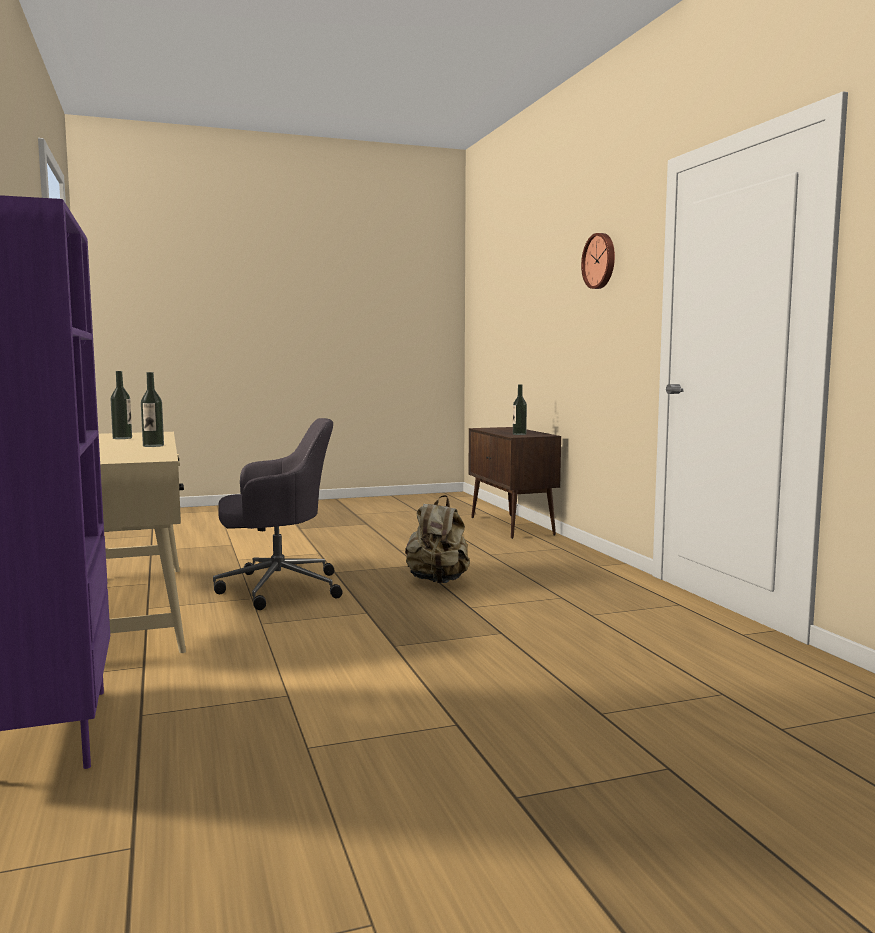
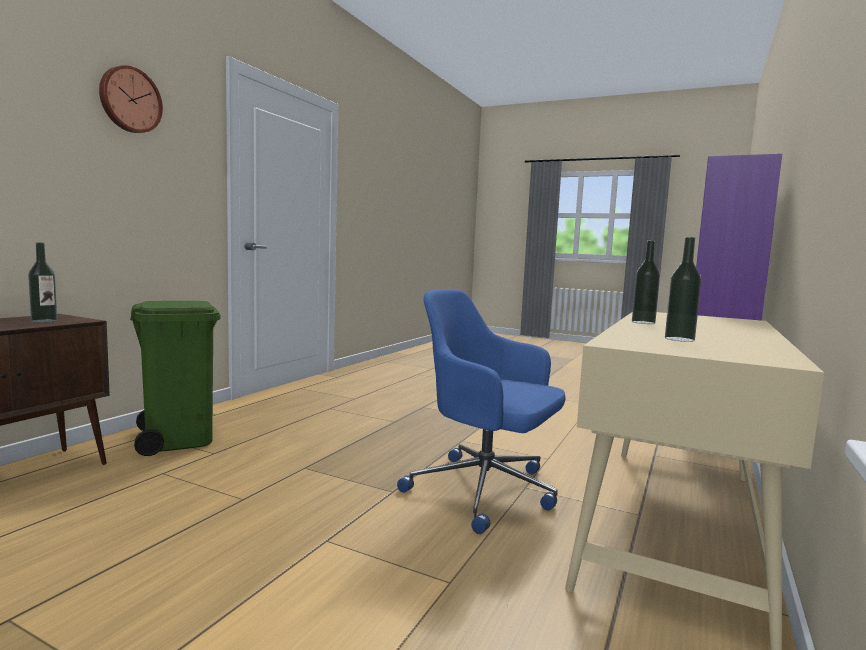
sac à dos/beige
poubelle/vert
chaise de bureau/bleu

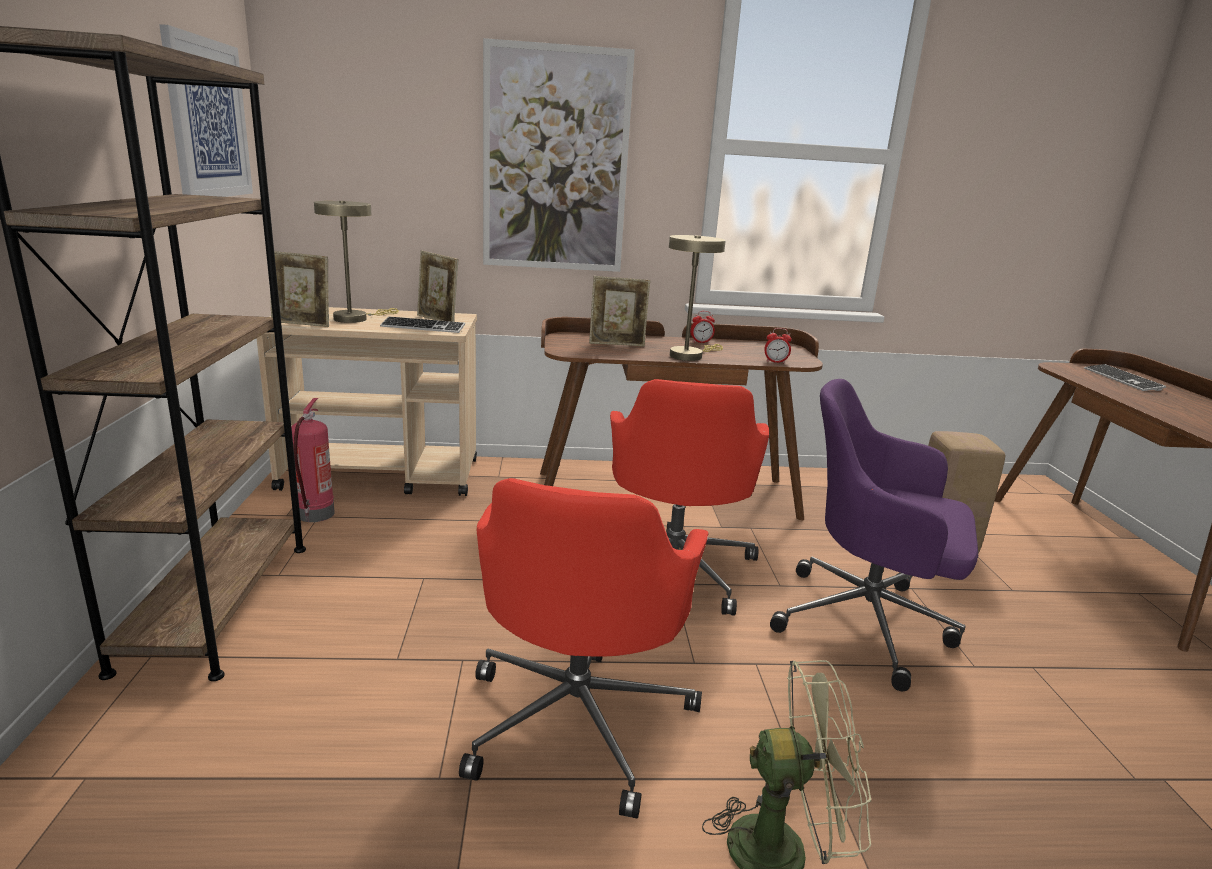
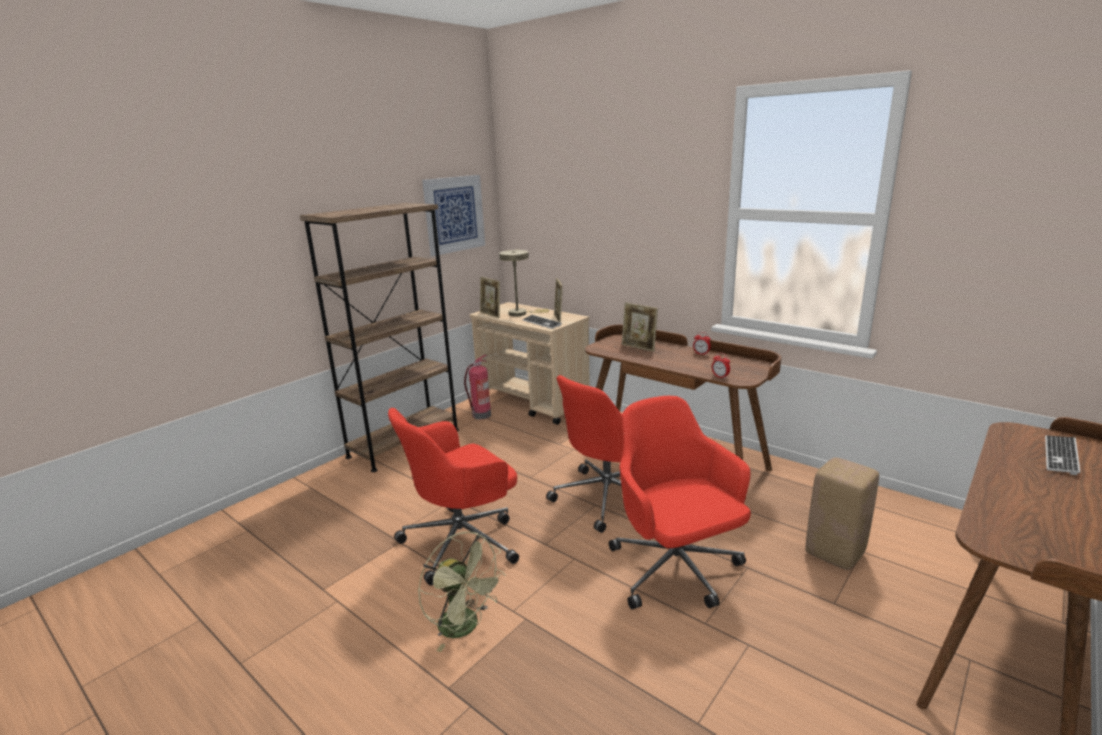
tableau (2nd from left in the first image)
lampe de table/beige (2nd from left in the first image)
chaise de bureau/rouge (3rd from left)

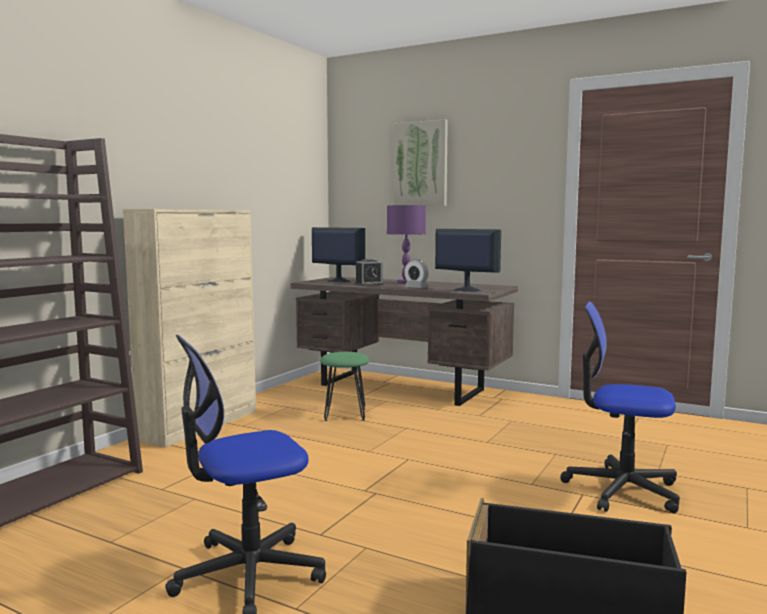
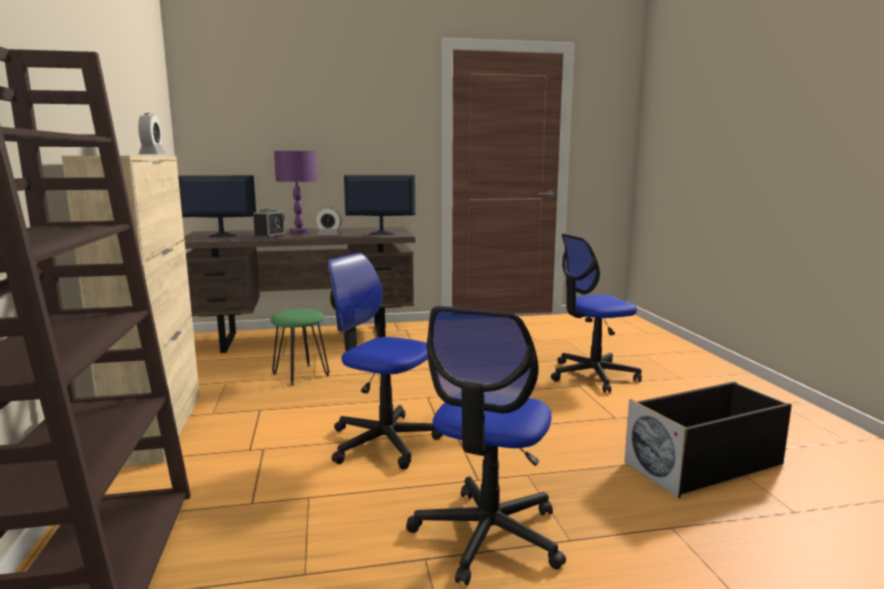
tableau
réveil (1st from left)
chaise de bureau (1st from left)

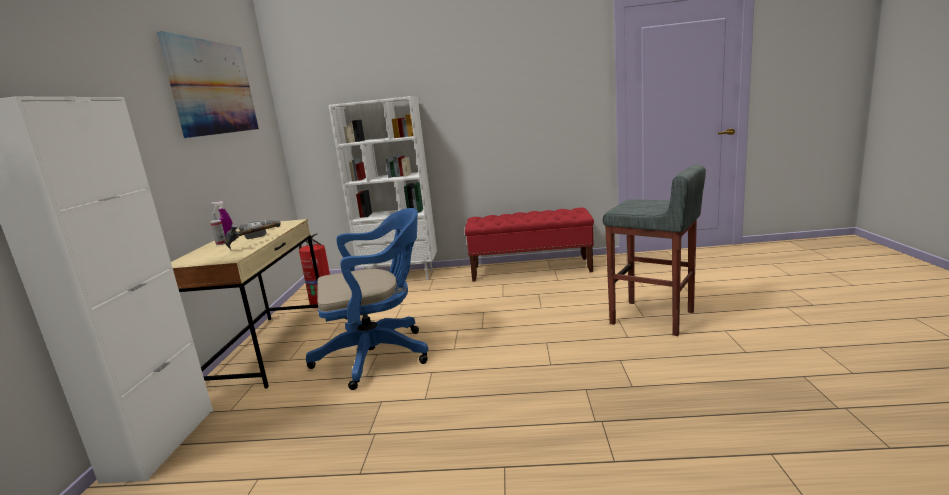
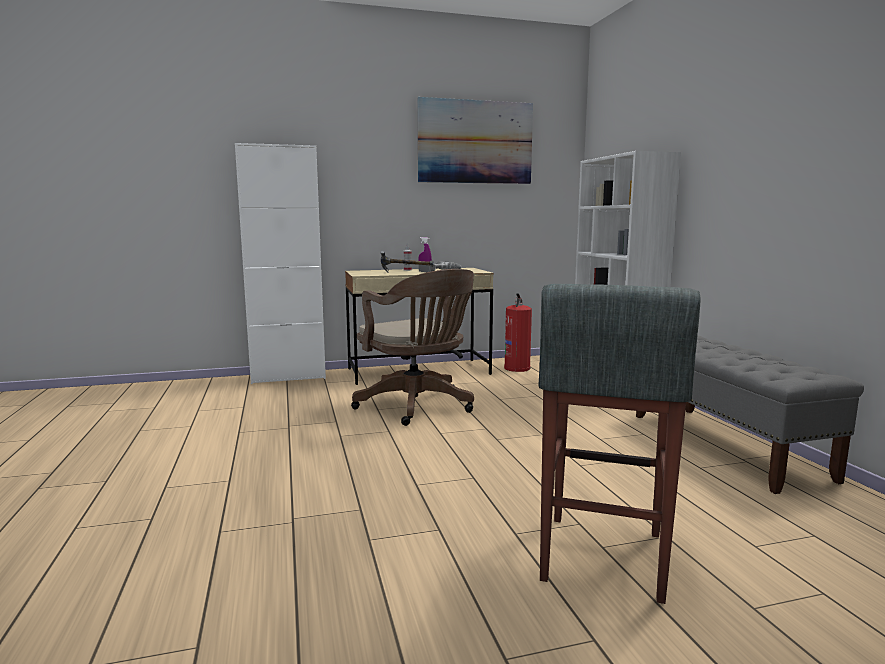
chaise de bureau/marron
banc/gris

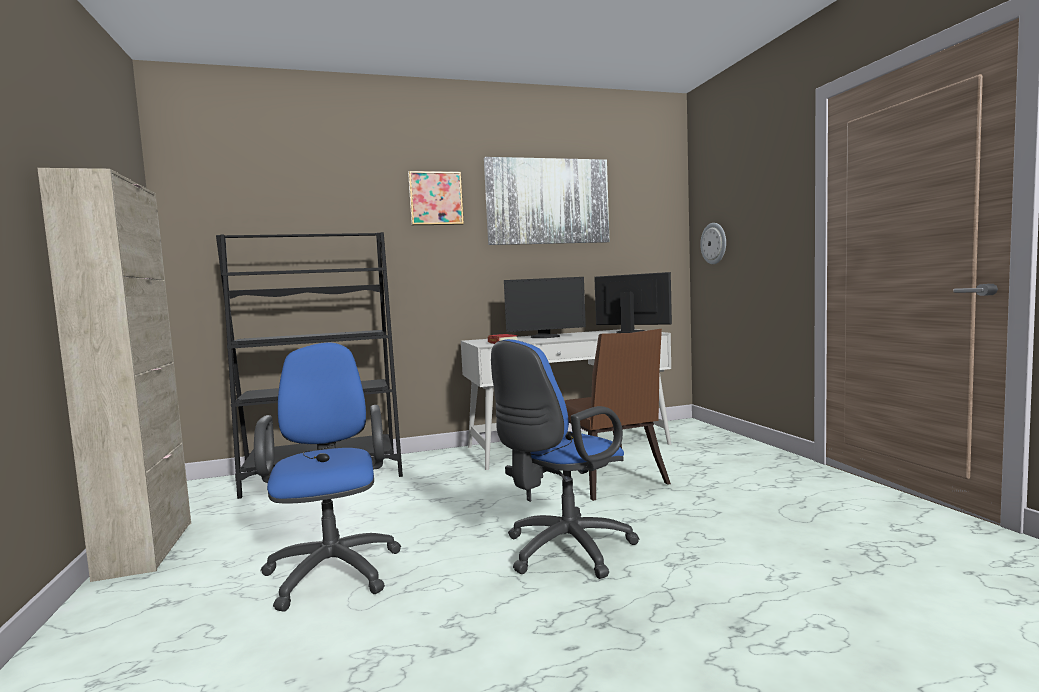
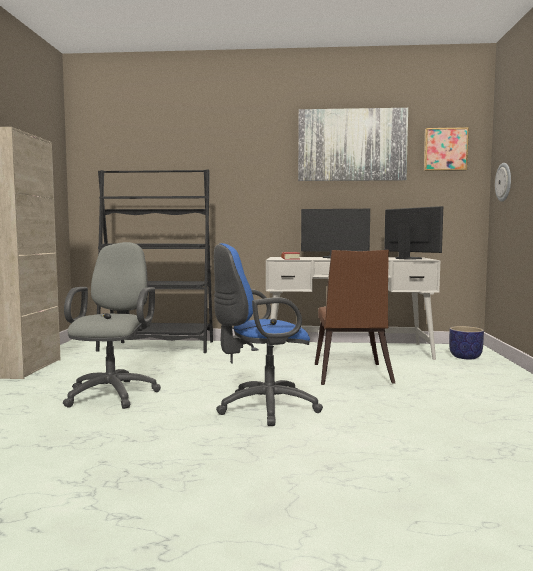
cache-pot
tableau (2nd from left)
chaise de bureau/gris

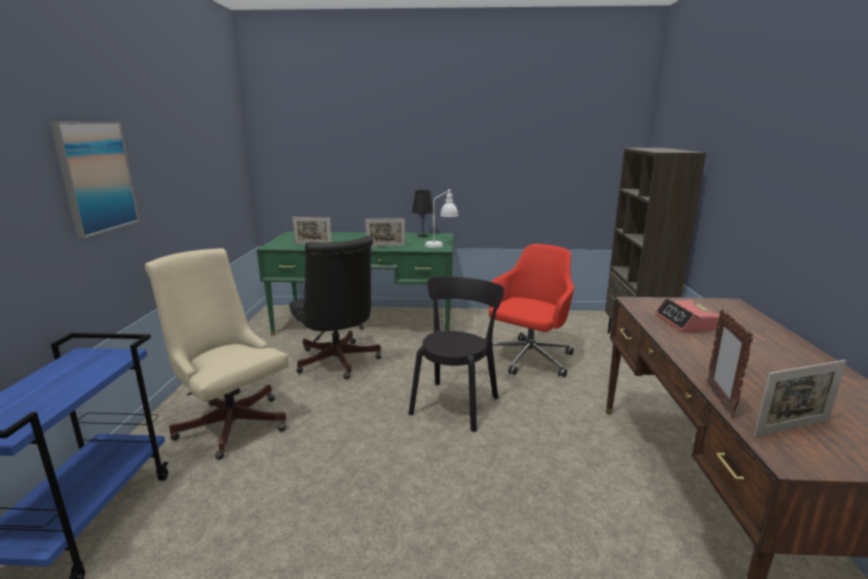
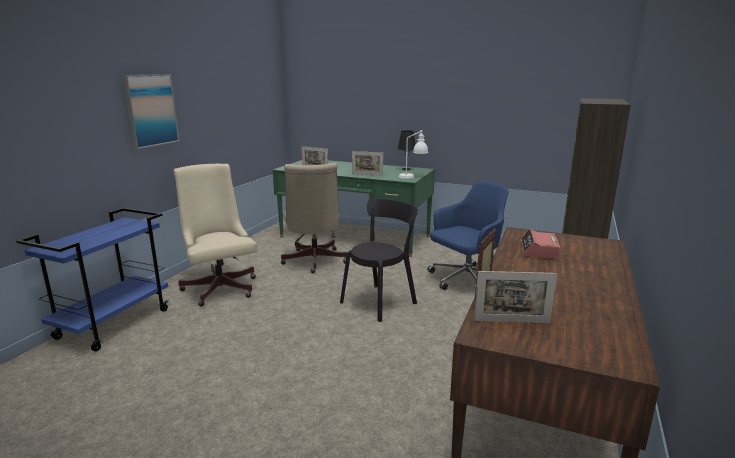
chaise de bureau/beige (2nd from left)
chaise de bureau/bleu

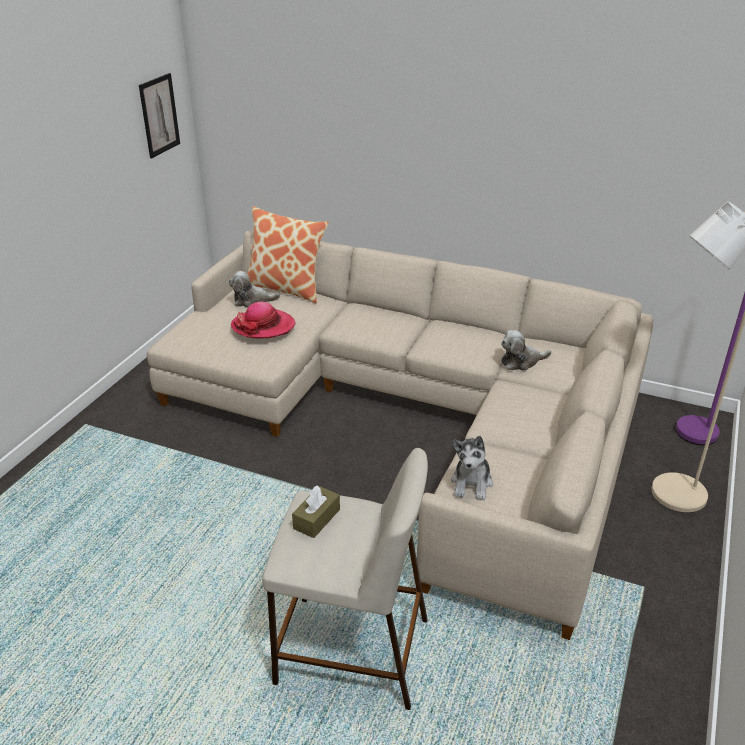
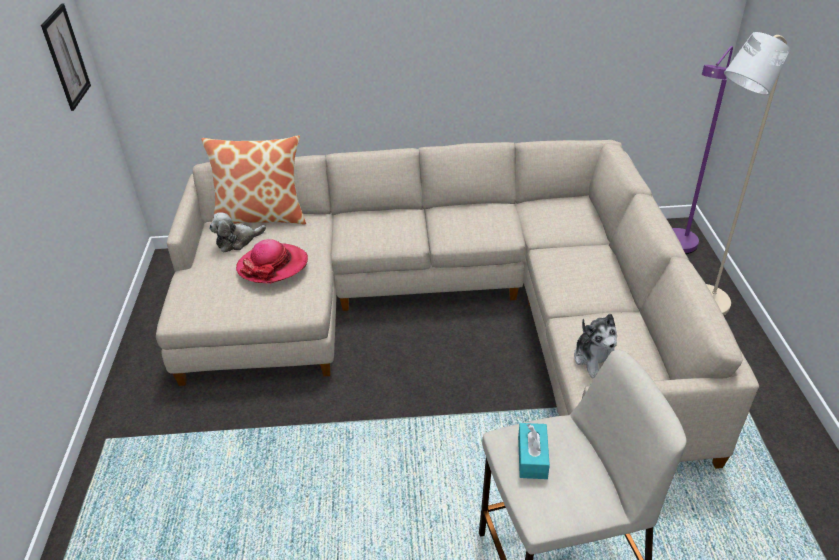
peluche (3rd from left in the first image)
boîte à mouchoirs/turquoise

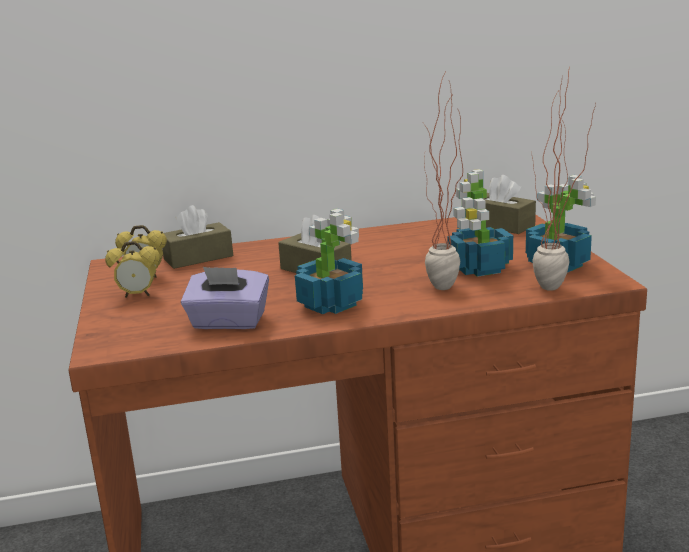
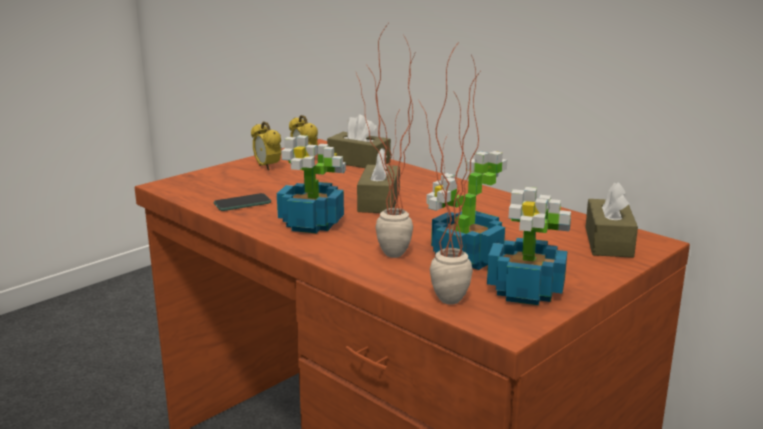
téléphone

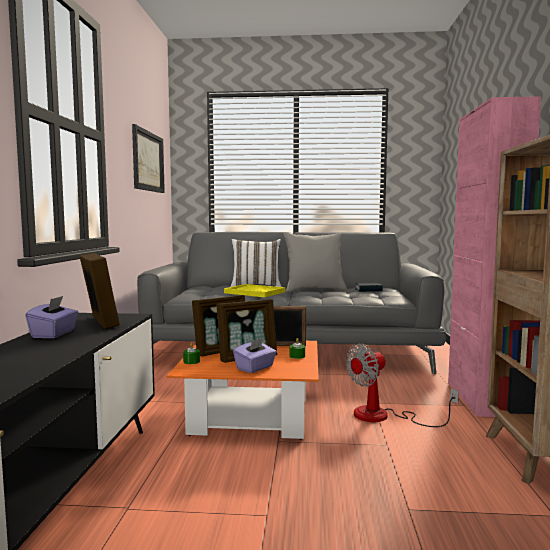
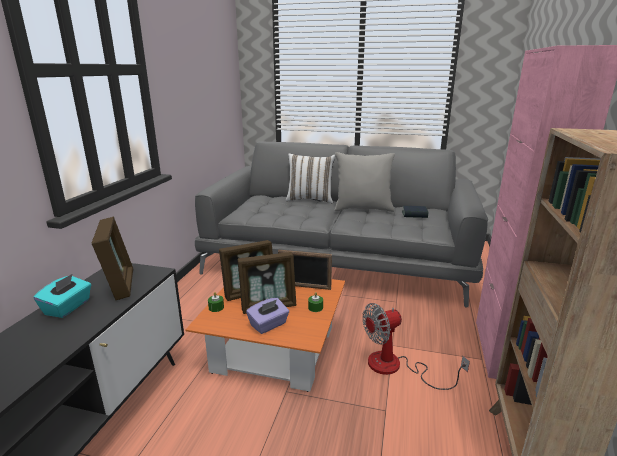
tableau
plateau/jaune
boîte à mouchoirs/turquoise

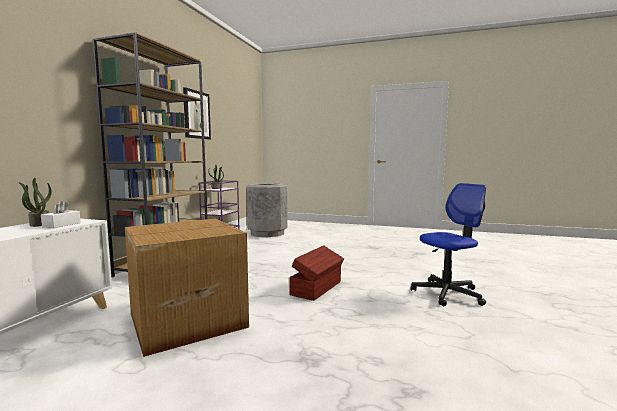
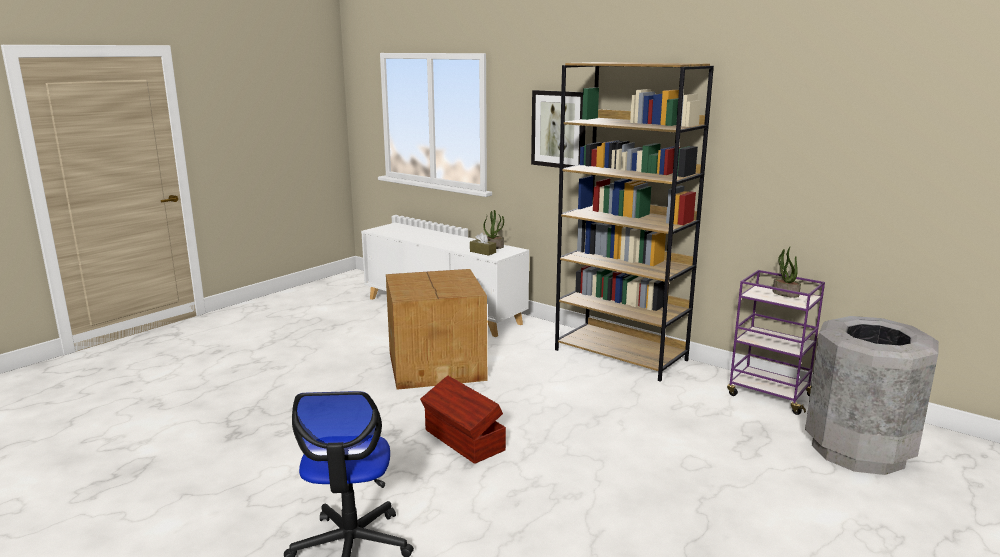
tableau
boîte à mouchoirs/marron

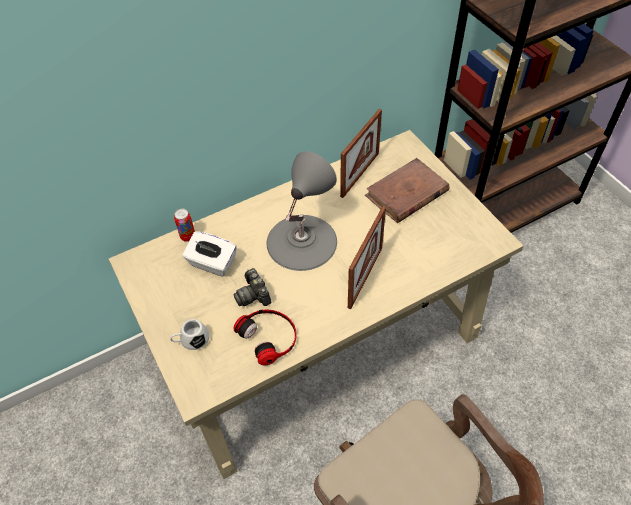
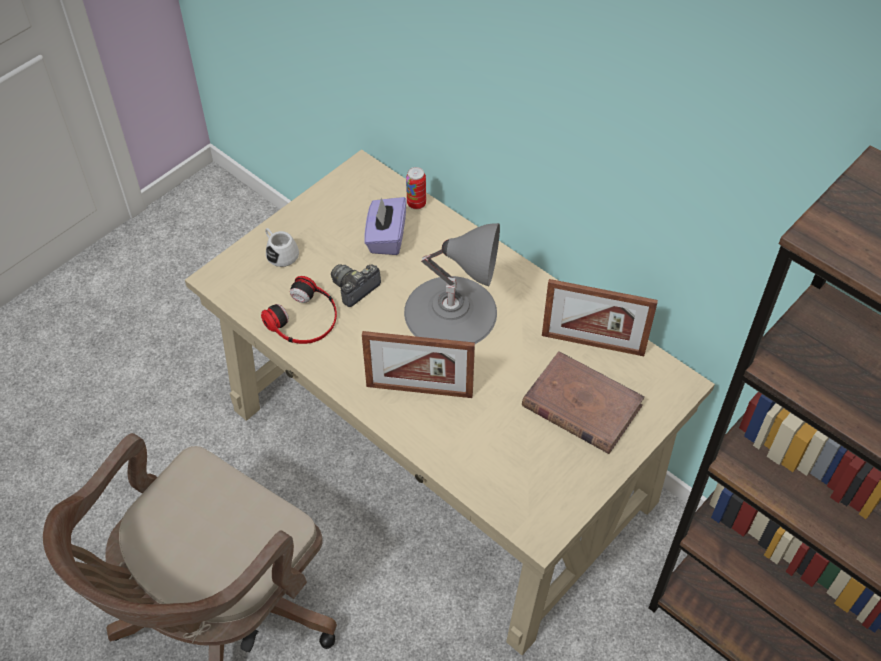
boîte à mouchoirs/violet

